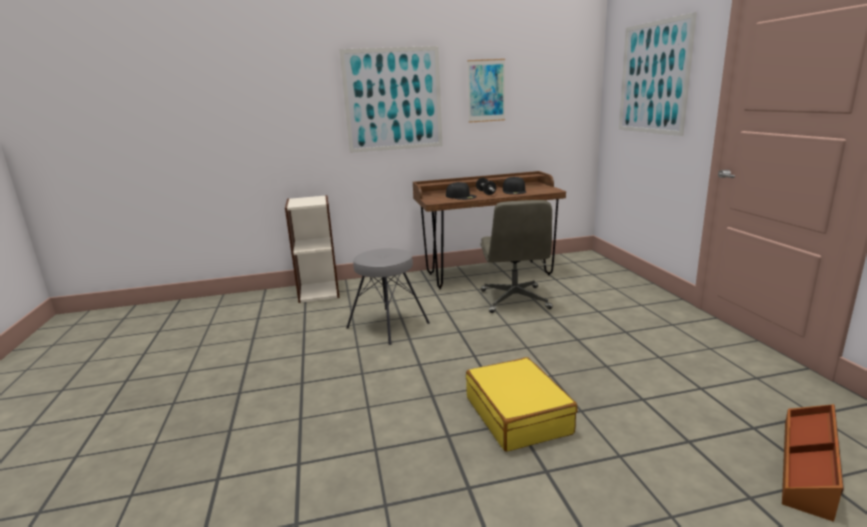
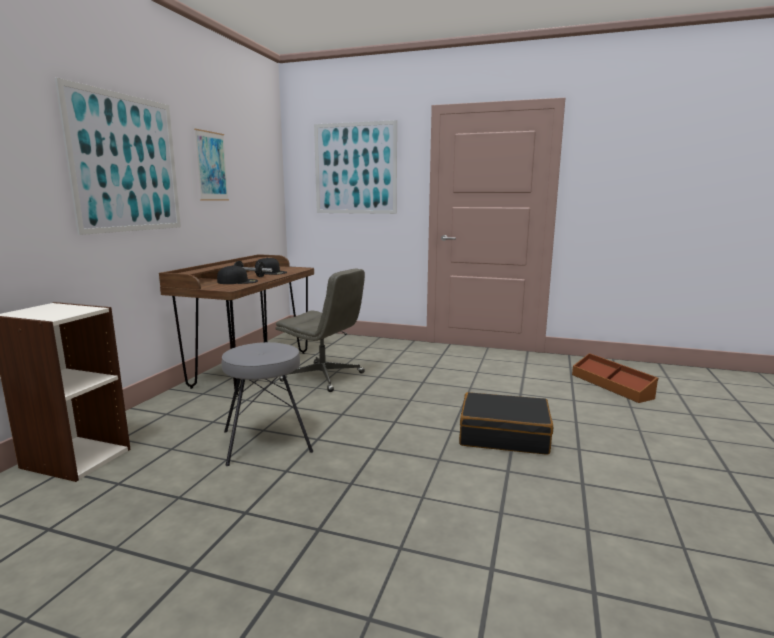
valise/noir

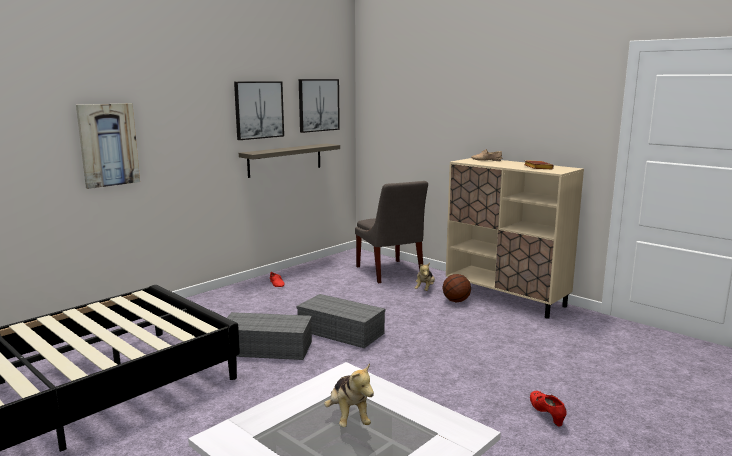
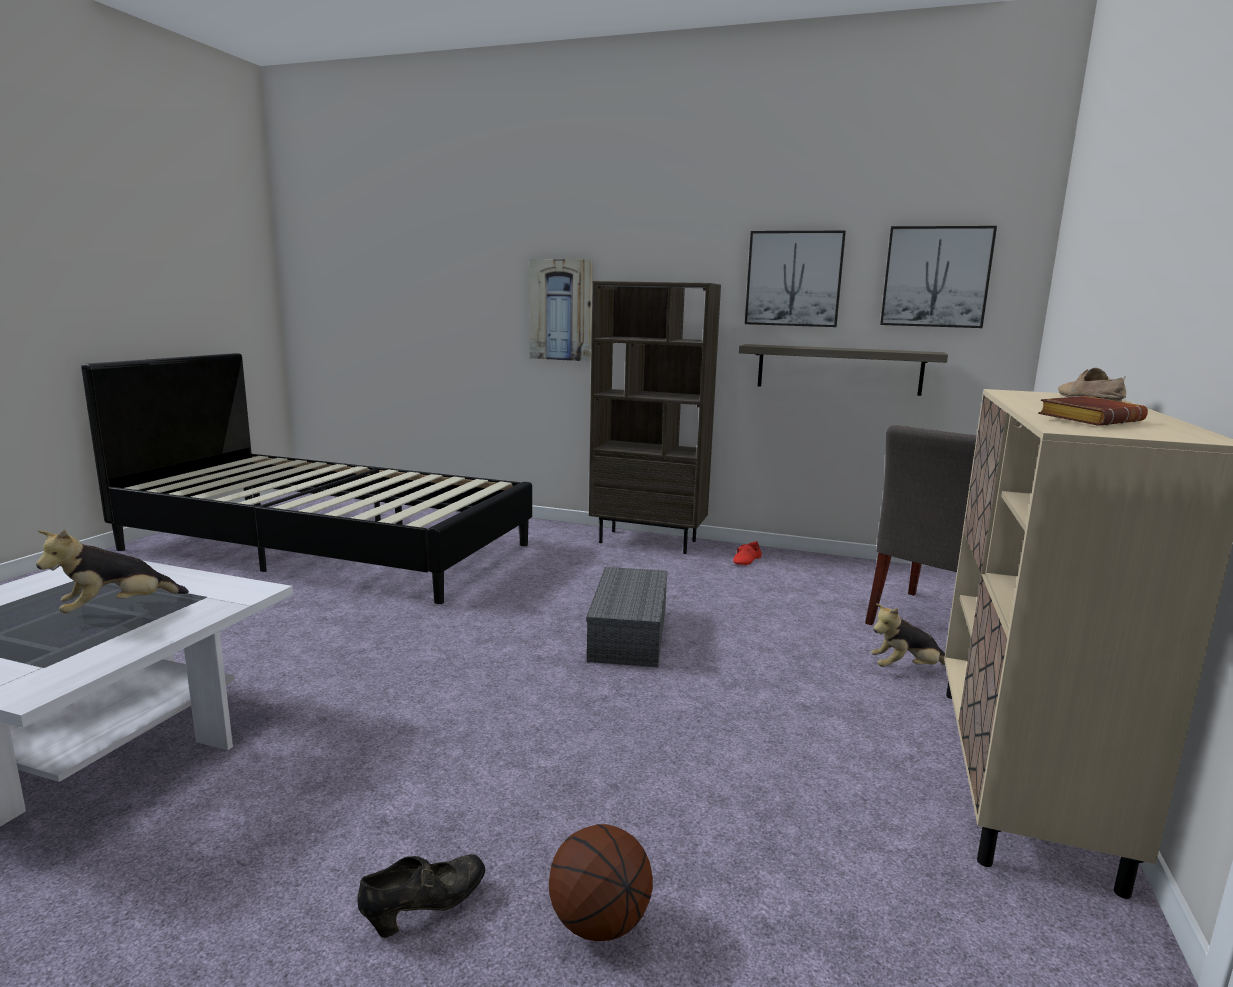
boîte de rangement/gris (1st from left in the first image)
bibliothèque/marron
ballon de basket
chaussure/noir

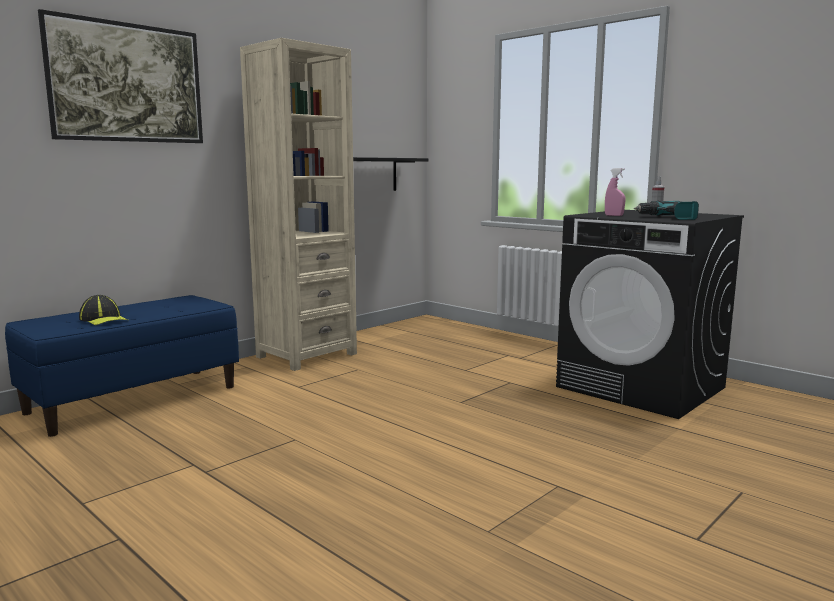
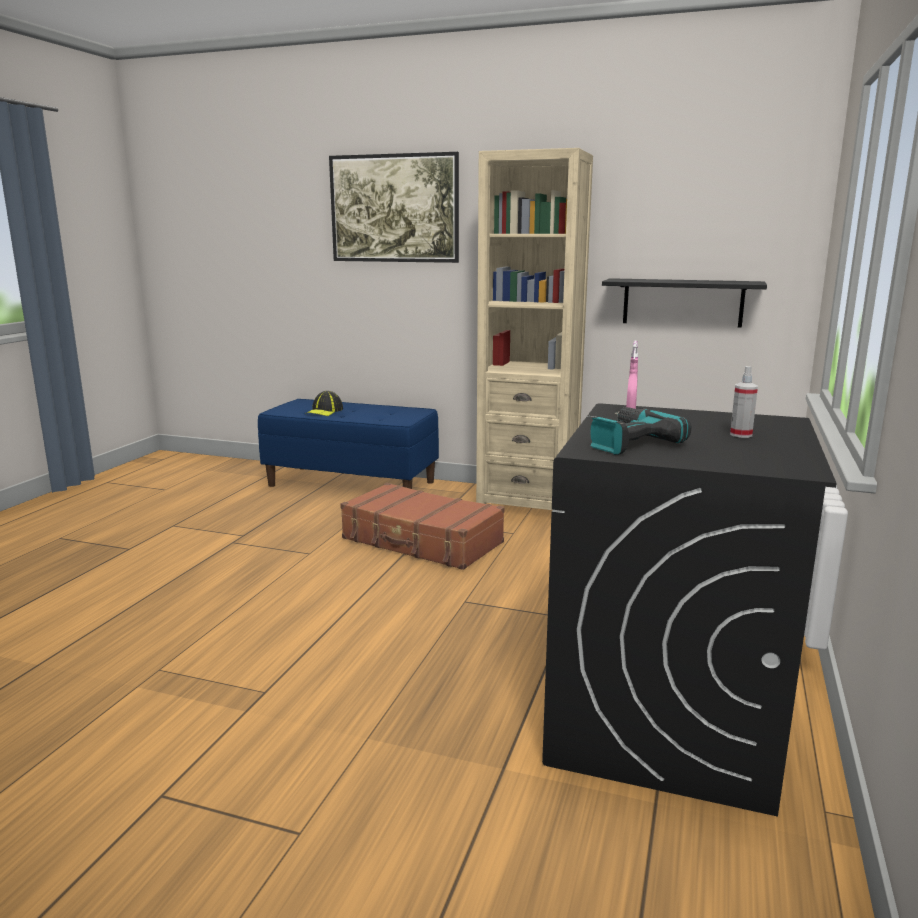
valise/marron

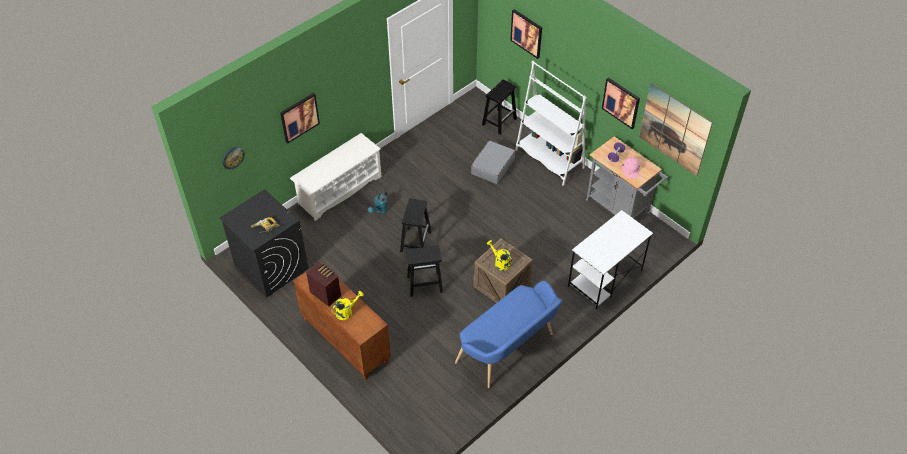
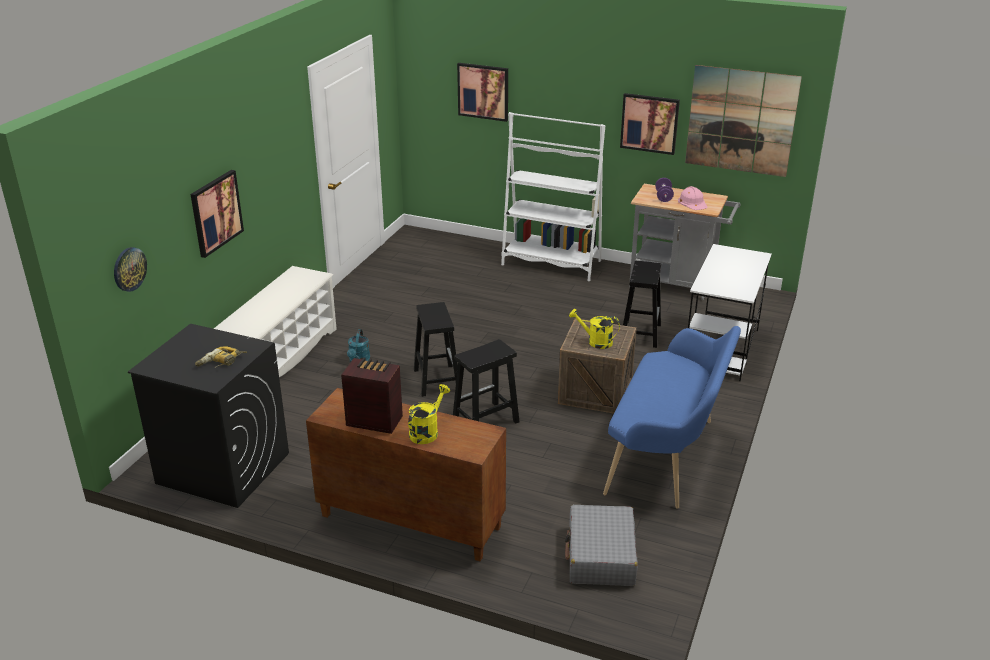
valise/gris
tabouret/noir (3rd from left)

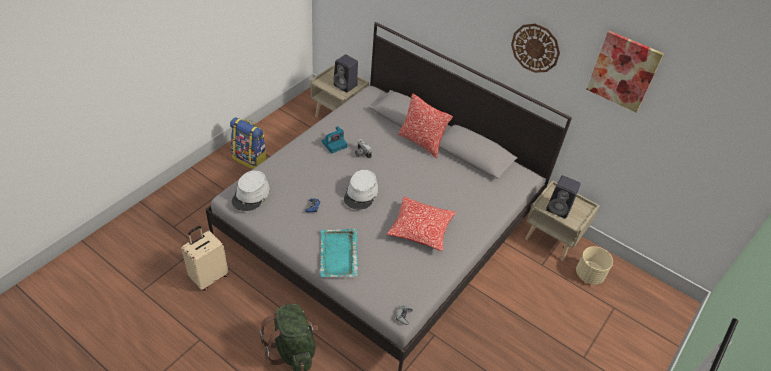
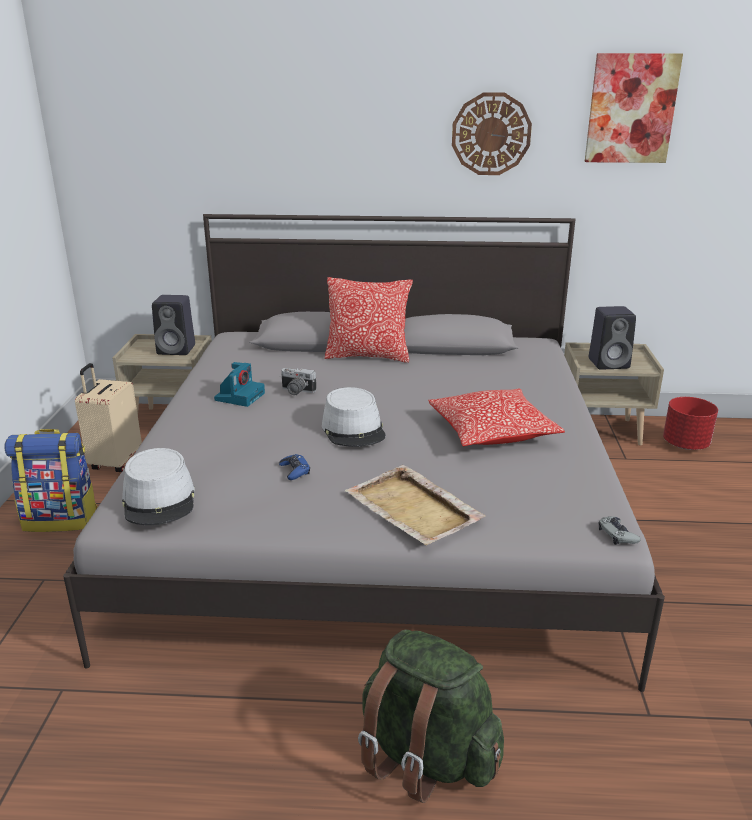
valise/beige
plateau/beige
cache-pot/rouge

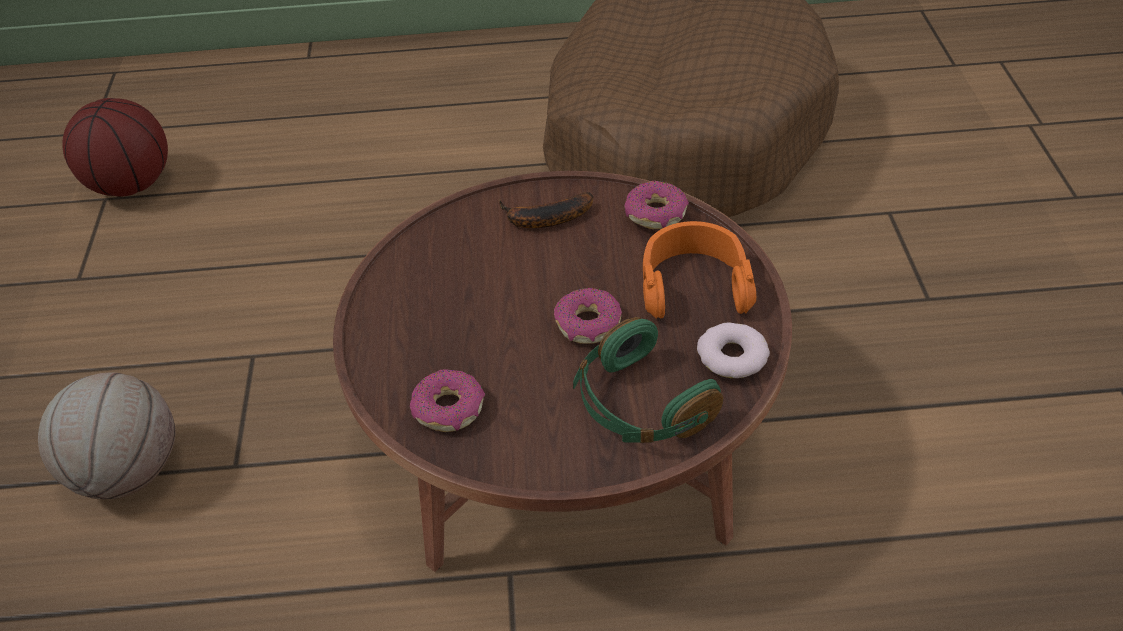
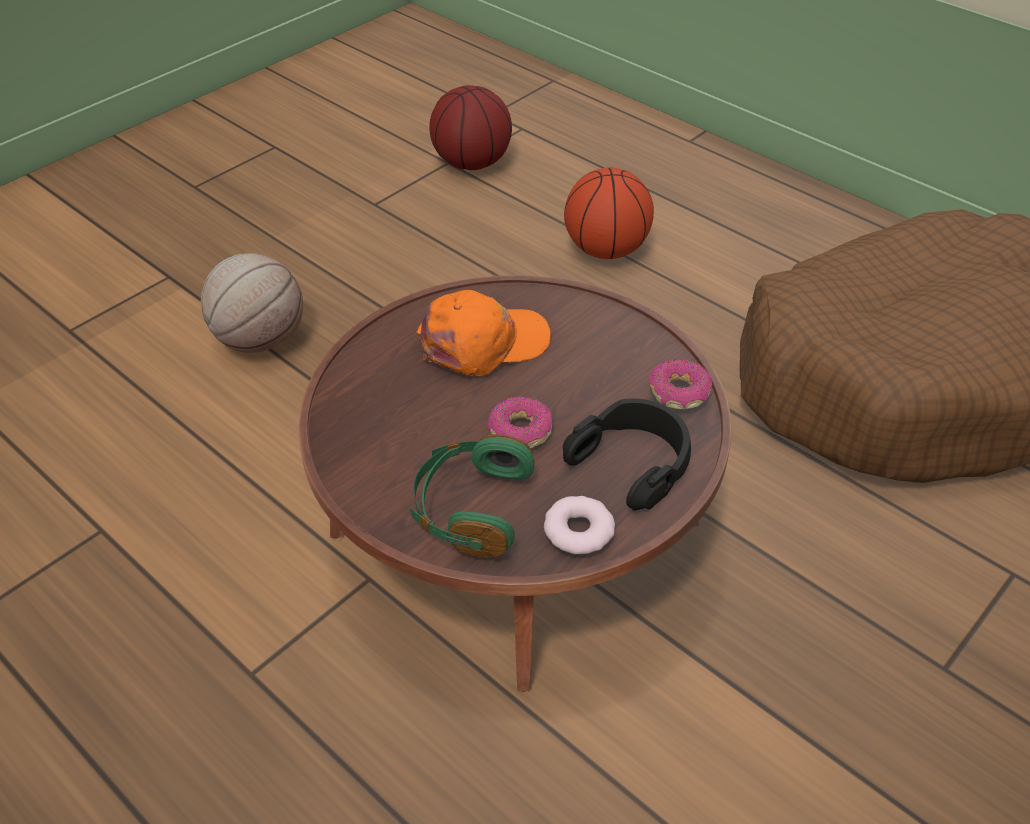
beignet (1st from left in the first image)
banane
casquette/orange
ballon de basket (3rd from left)
casque audio/noir

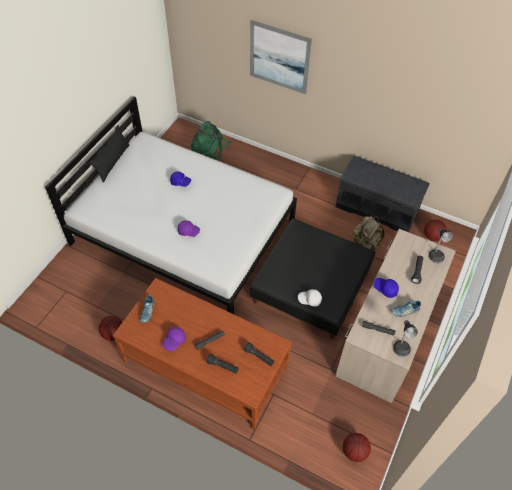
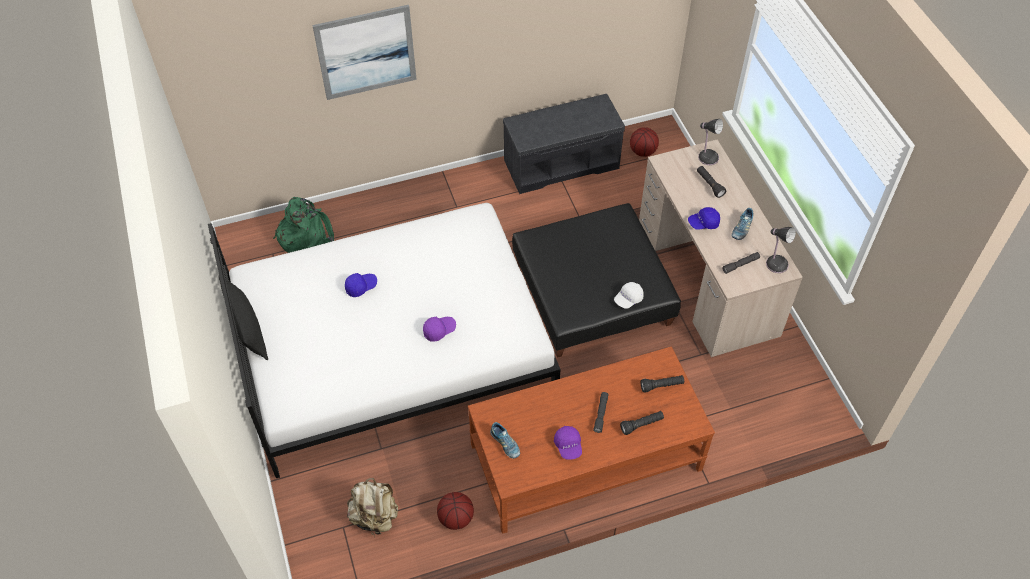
ballon de basket (2nd from left in the first image)
sac à dos/beige

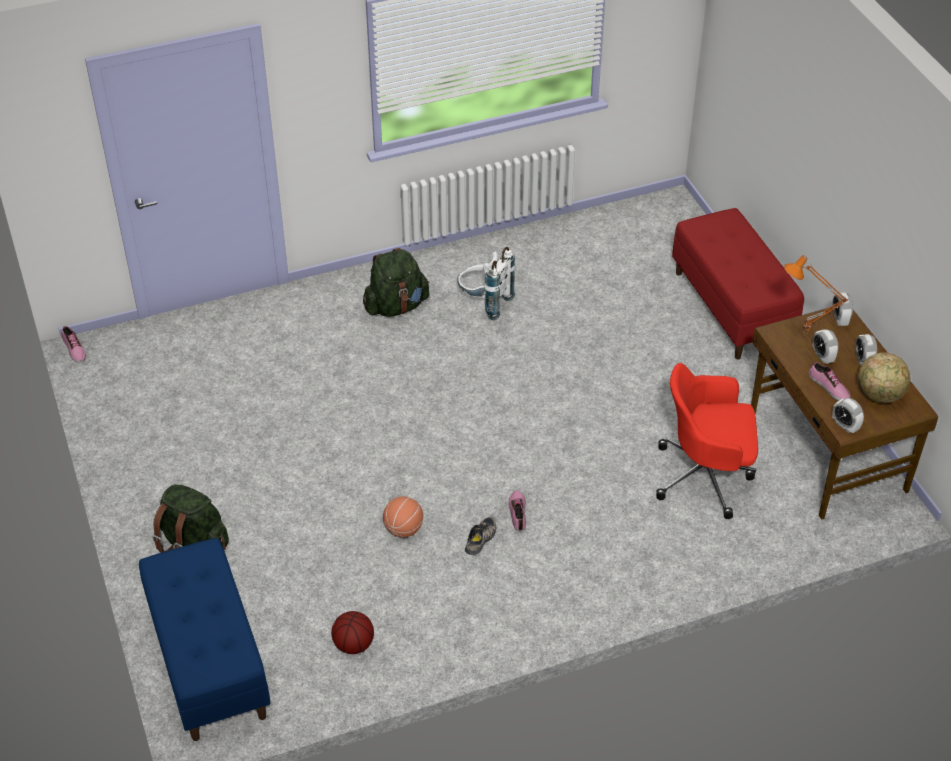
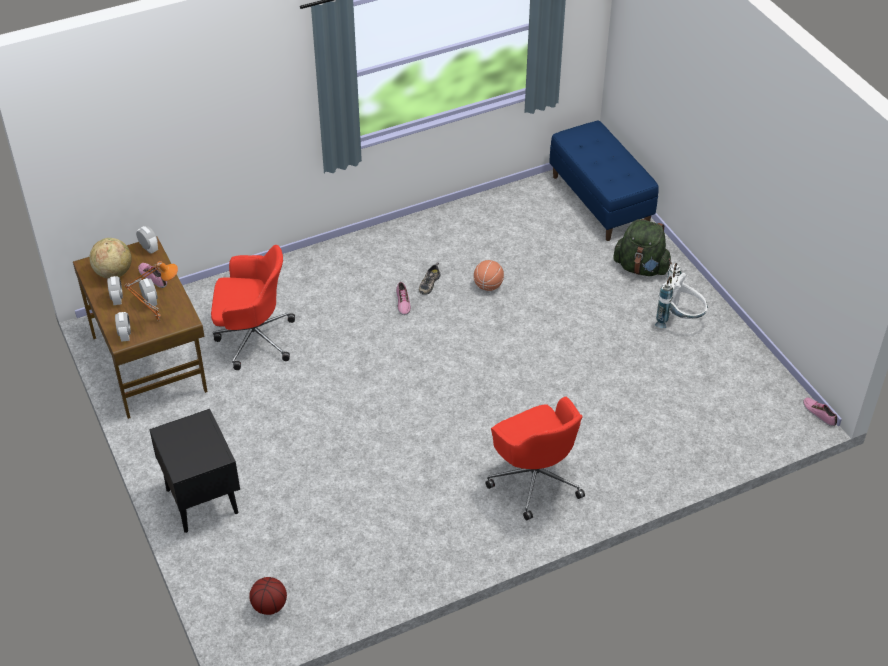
ballon de basket (1st from left)
sac à dos/blanc
chaise de bureau/rouge (2nd from left)
table de chevet/noir

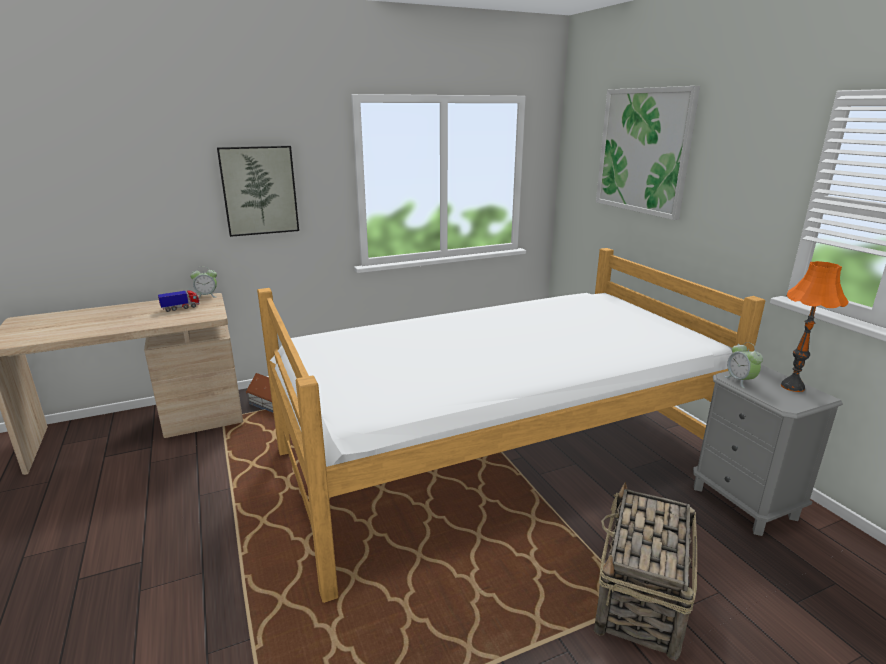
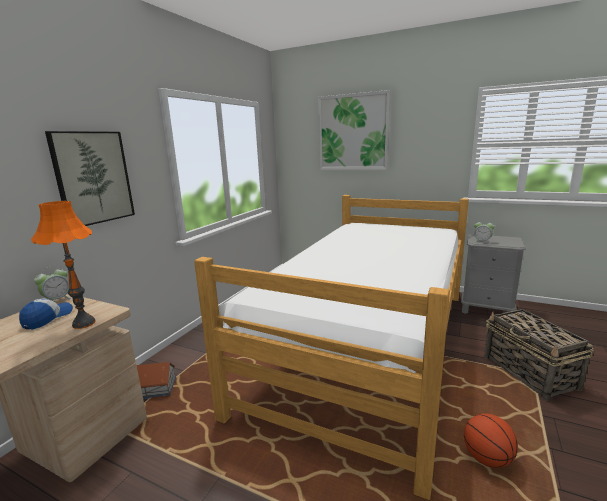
ballon de basket
lampe de table/orange
casquette

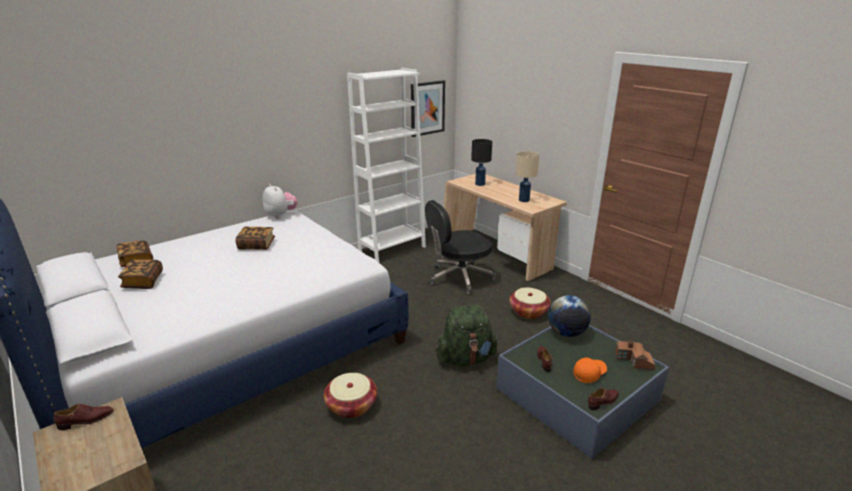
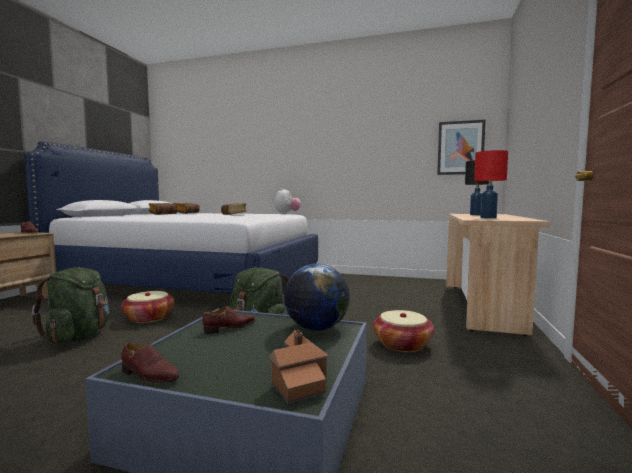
bibliothèque/blanc
chaise de bureau/noir
casquette/orange
sac à dos/vert (1st from left)
lampe de table/rouge

